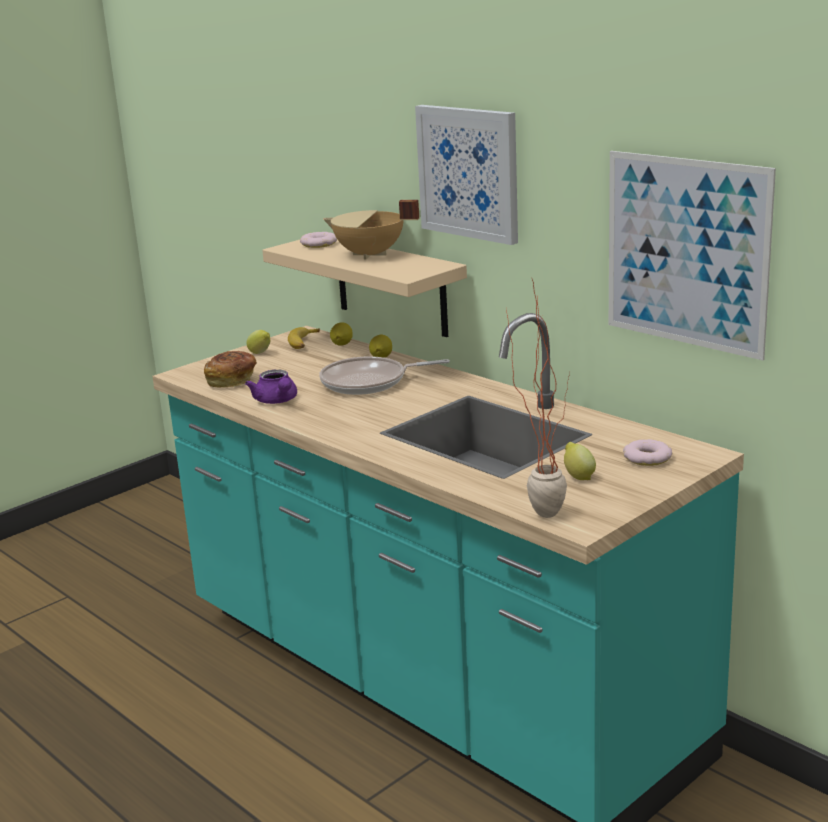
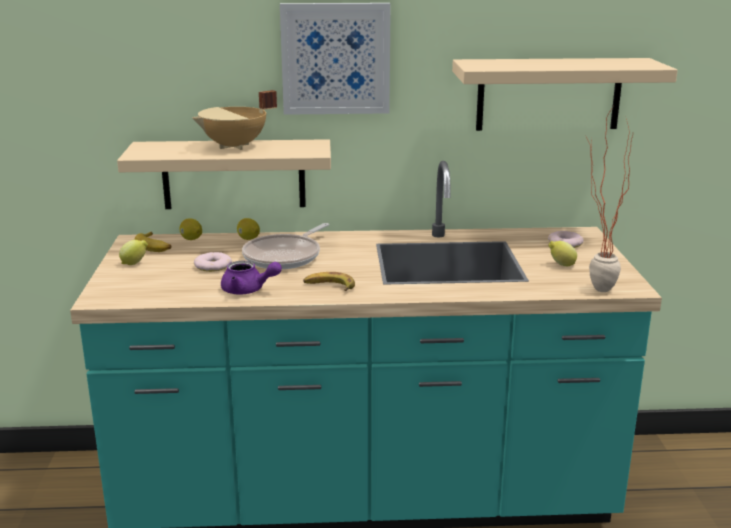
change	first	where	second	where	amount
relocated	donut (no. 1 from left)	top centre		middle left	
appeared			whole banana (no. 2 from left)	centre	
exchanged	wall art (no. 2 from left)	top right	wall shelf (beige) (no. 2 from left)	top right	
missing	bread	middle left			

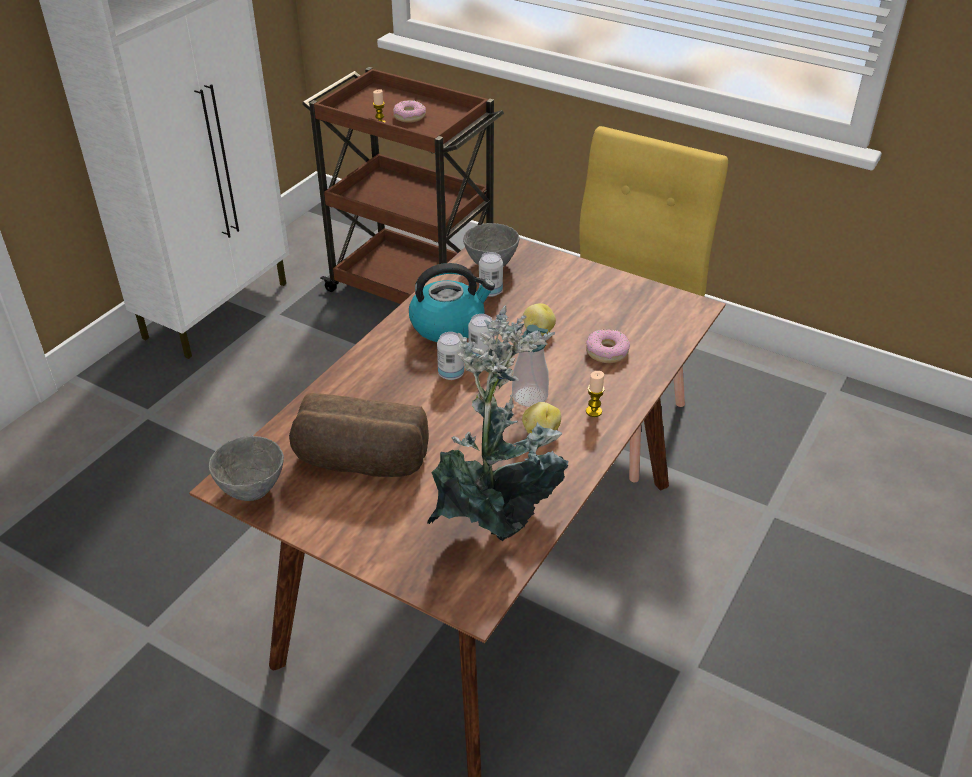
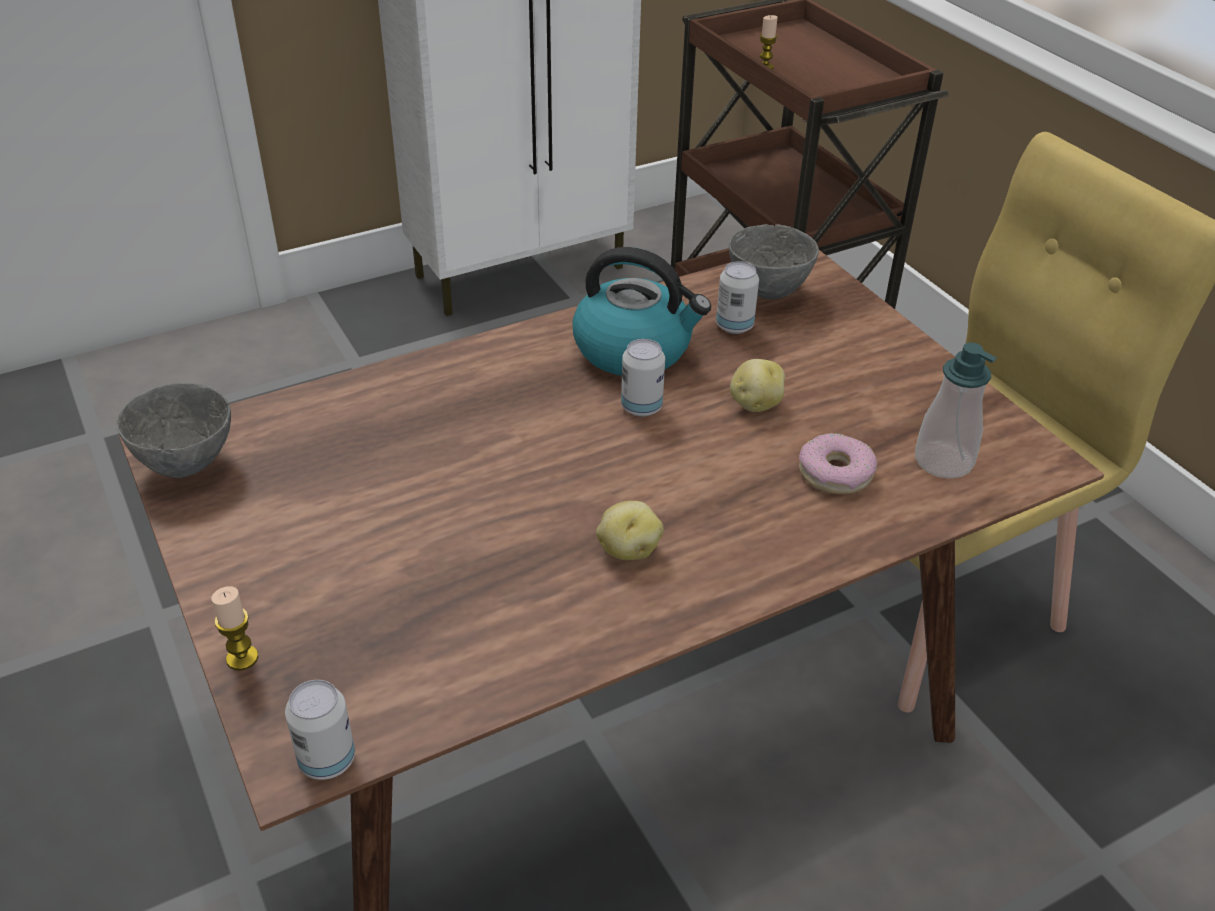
change	first	where	second	where	amount
relocated	wax light (no. 2 from left in the first image)	centre	wax light (no. 1 from left)	bottom left	
relocated	sealed can (no. 1 from left)	centre		bottom left	
relocated	soap bottle	centre		middle right	
missing	bread	centre			
missing	donut (no. 1 from left)	top centre			
missing	plant in a pot	centre			

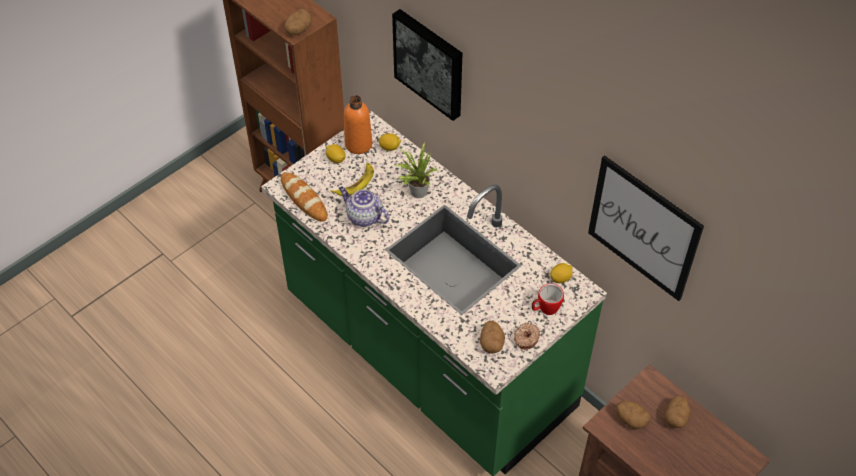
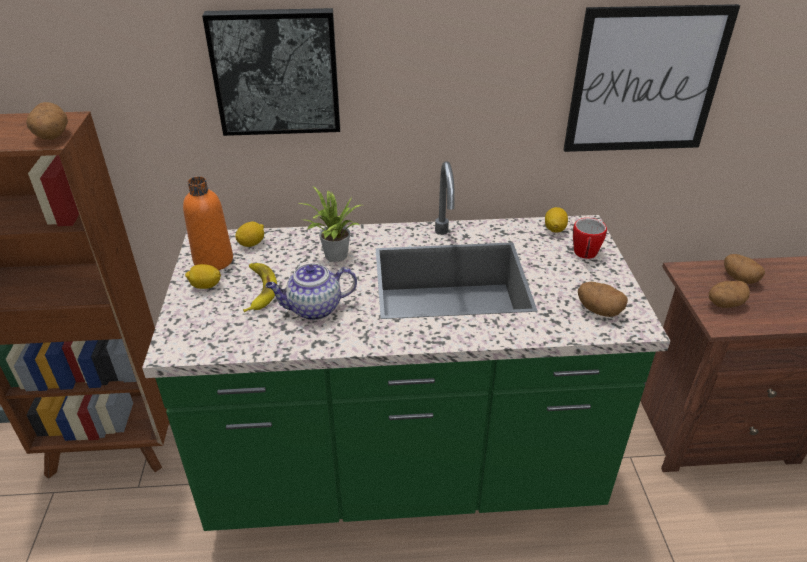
change	first	where	second	where	amount
missing	bread	centre			
missing	donut	bottom centre			

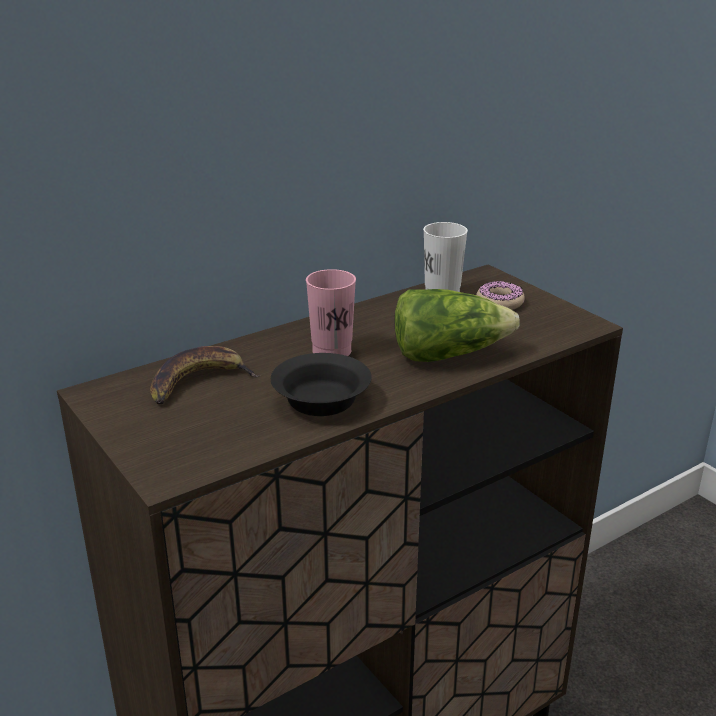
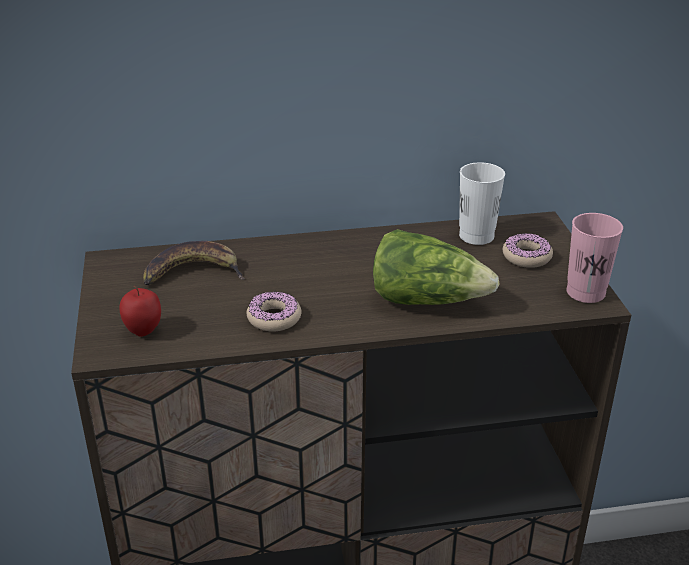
change	first	where	second	where	amount
appeared			apple	middle left	
exchanged	serving bowl (blackish)	centre	donut (no. 1 from left)	centre	
relocated	drinking cup (pink-coloured)	centre		middle right	

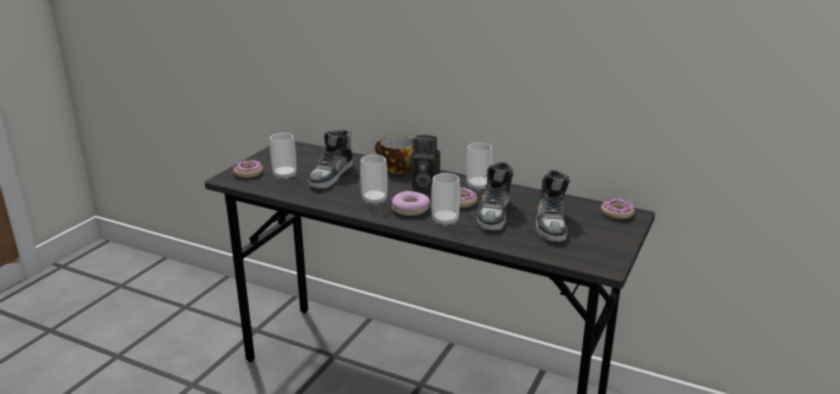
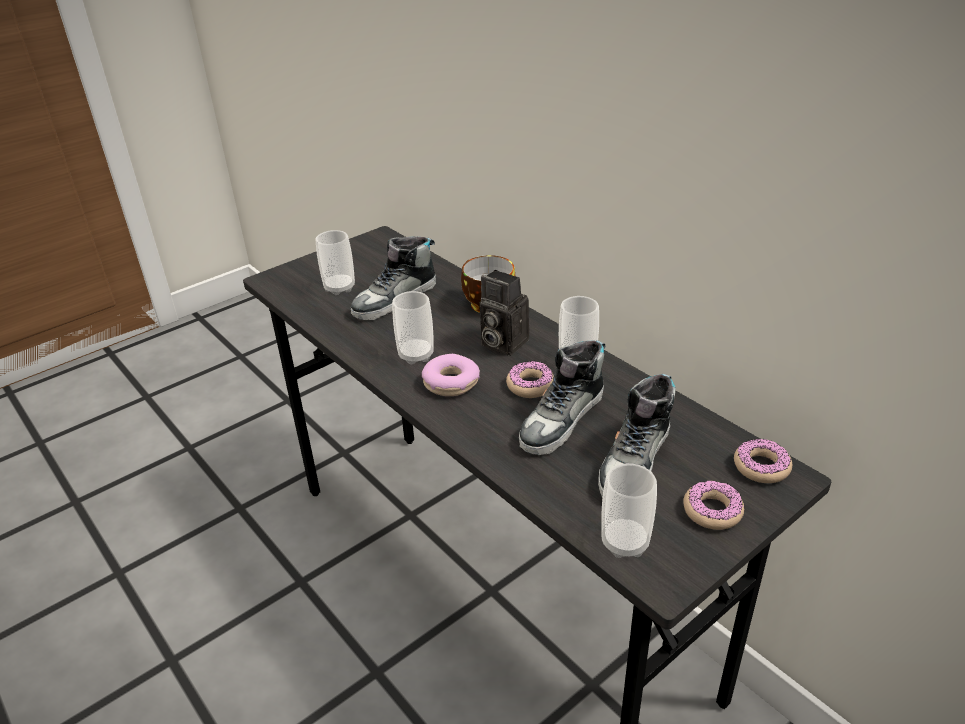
change	first	where	second	where	amount
relocated	drinking cup (no. 4 from left in the first image)	centre	drinking cup (no. 5 from left)	bottom centre	
relocated	donut (no. 1 from left in the first image)	middle left	donut (no. 3 from left)	bottom right	

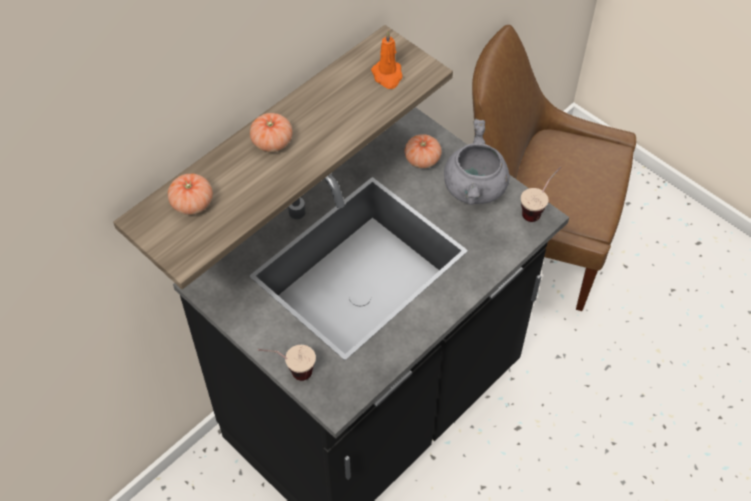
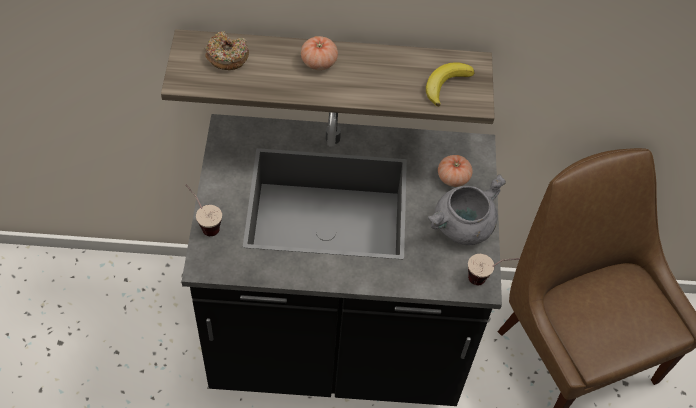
change	first	where	second	where	amount
exchanged	tomato (no. 1 from left)	middle left	donut	top left	
exchanged	wax light (orangey)	top centre	whole banana	top centre	

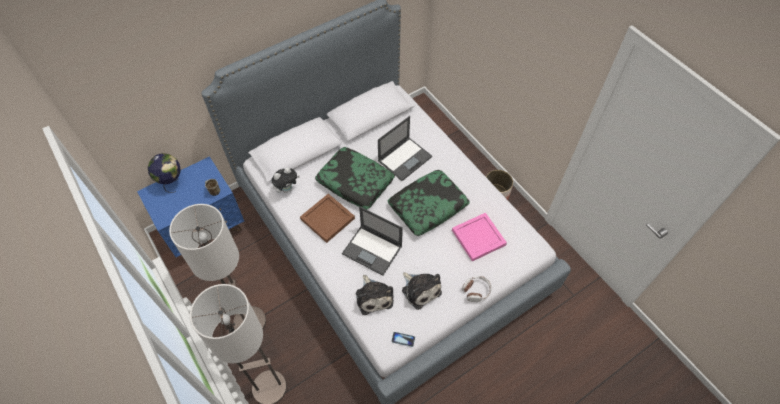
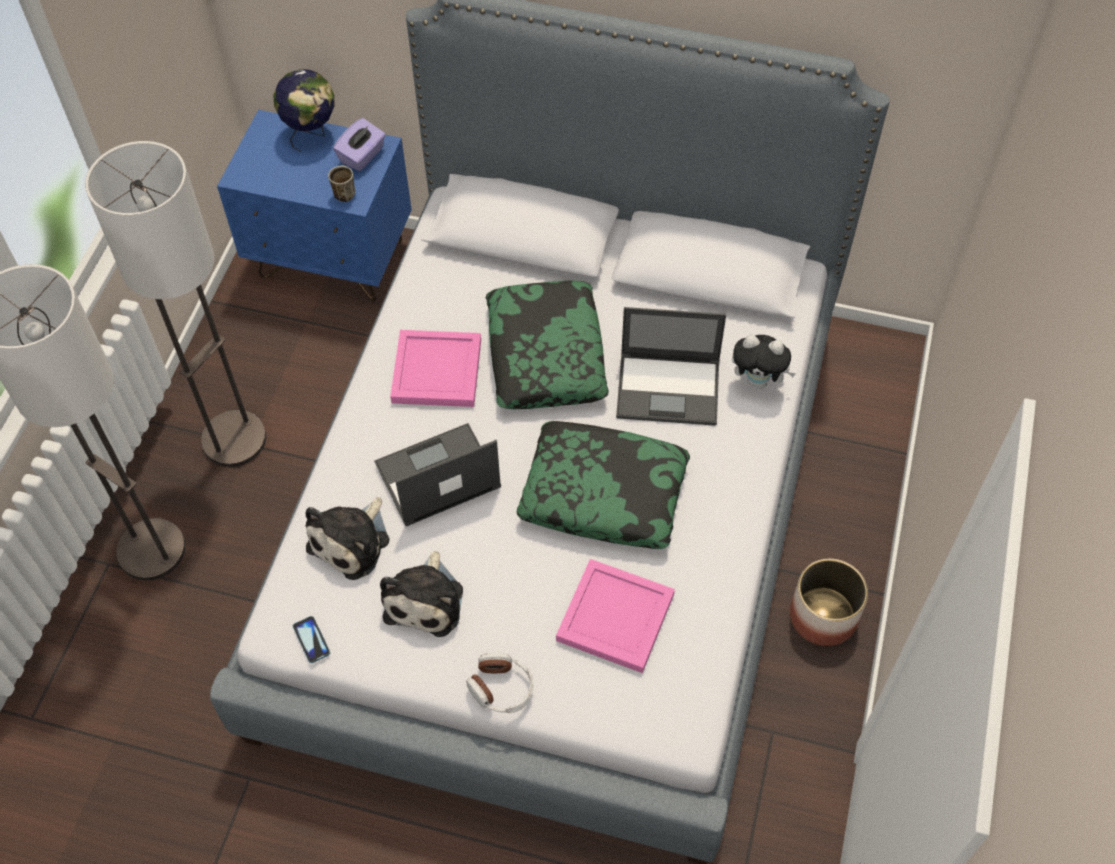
change	first	where	second	where	amount
appeared			tissue holder (purple-coloured)	top left	
spun	notebook computer (no. 1 from left)	centre		centre	75 degrees clockwise
colour	serving tray (brownish)	centre	serving tray (pink-coloured) (no. 1 from left)	centre	
relocated	plush toy (no. 1 from left in the first image)	centre	plush toy (no. 3 from left)	middle right	

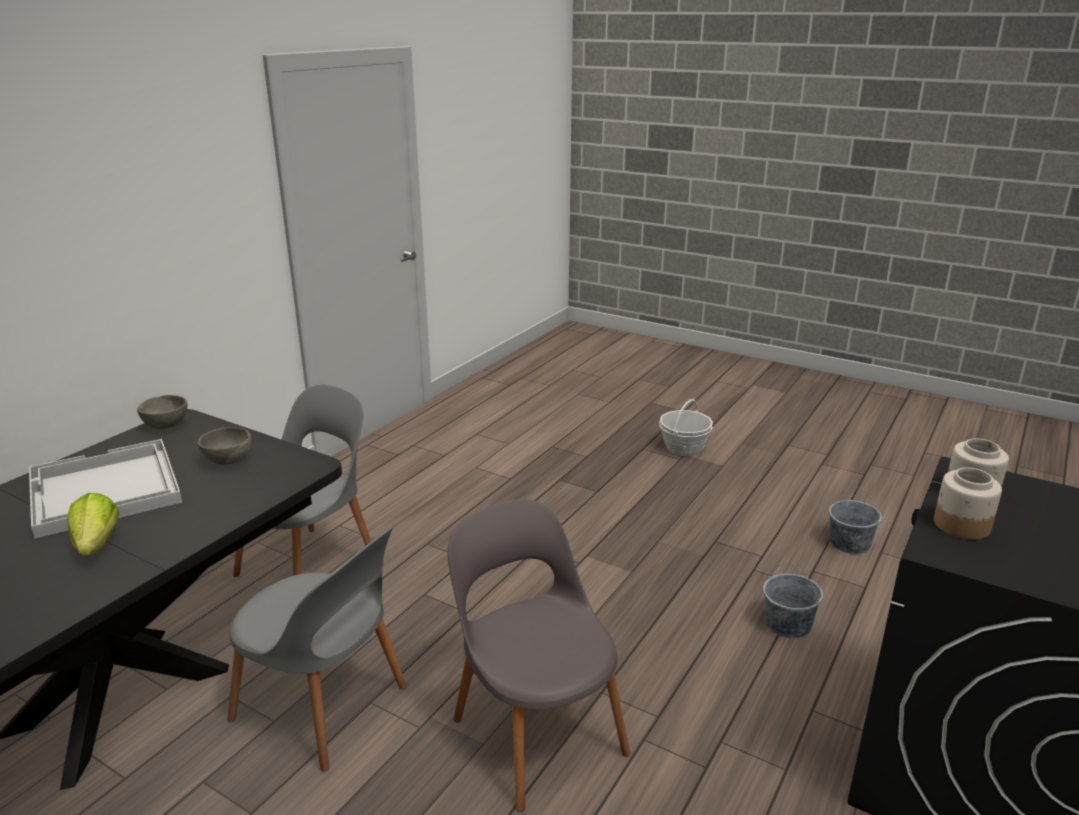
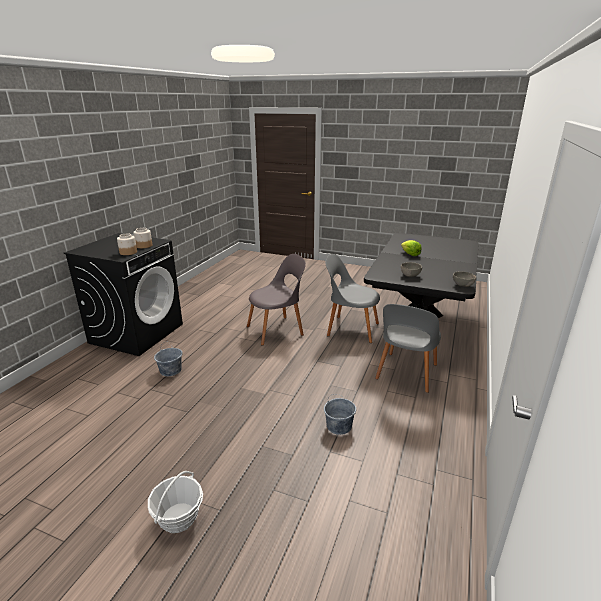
change	first	where	second	where	amount
spun	upright chair (greyish) (no. 3 from left in the first image)	bottom centre	upright chair (greyish) (no. 1 from left)	centre	75 degrees counterclockwise
relocated	bucket (greyish) (no. 2 from left)	middle right		bottom centre	
missing	serving tray (white-coloured)	middle left			

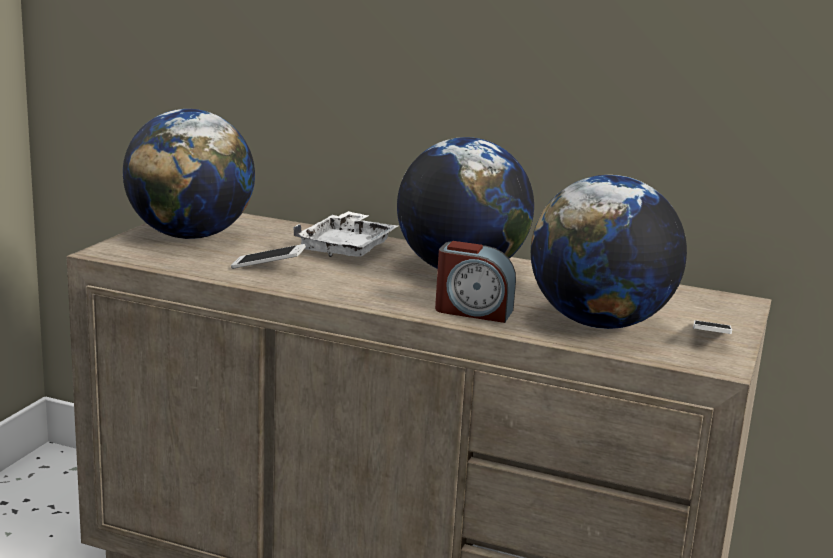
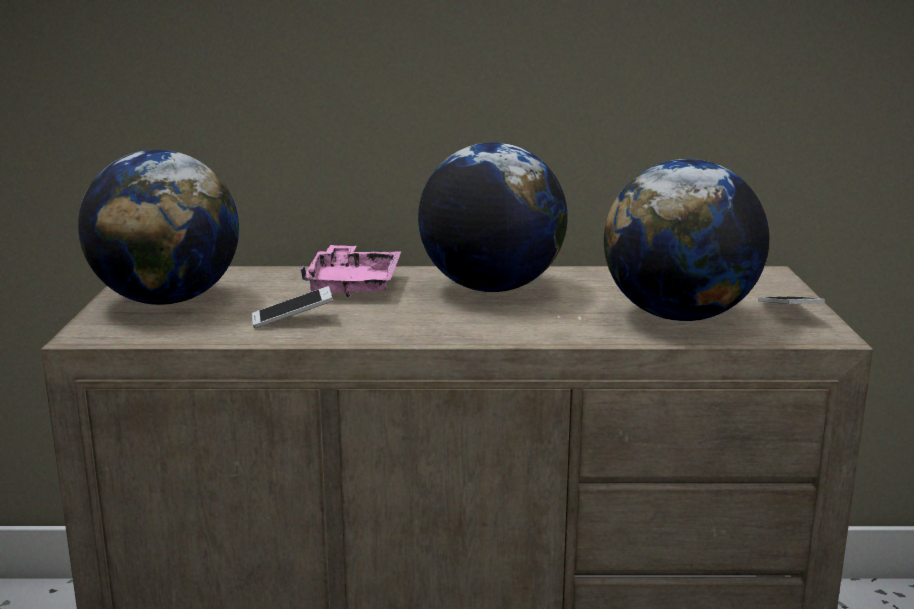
change	first	where	second	where	amount
colour	serving tray (white-coloured)	centre	serving tray (pink-coloured)	centre	
missing	bedside clock	centre			

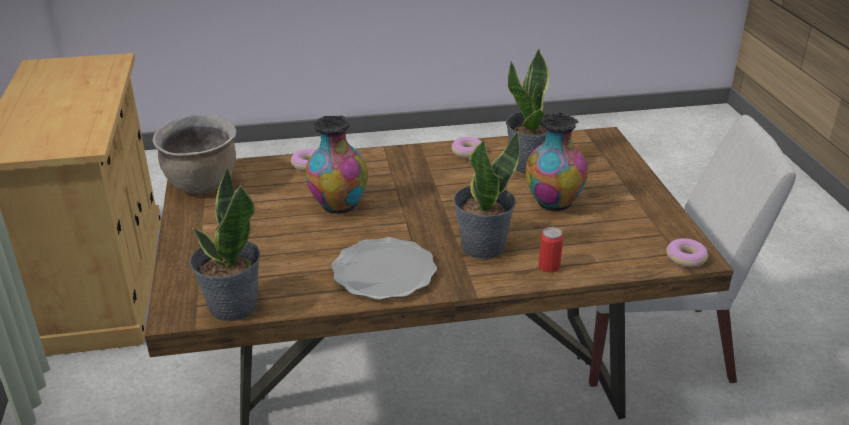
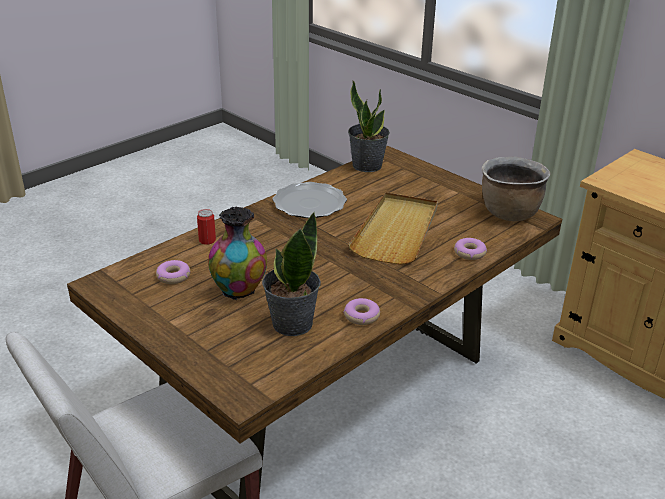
change	first	where	second	where	amount
relocated	donut (no. 3 from left in the first image)	middle right	donut (no. 1 from left)	middle left	
exchanged	decorative vase (no. 1 from left)	centre	serving tray (beige)	centre	
missing	plant in a pot (no. 2 from left)	centre			

